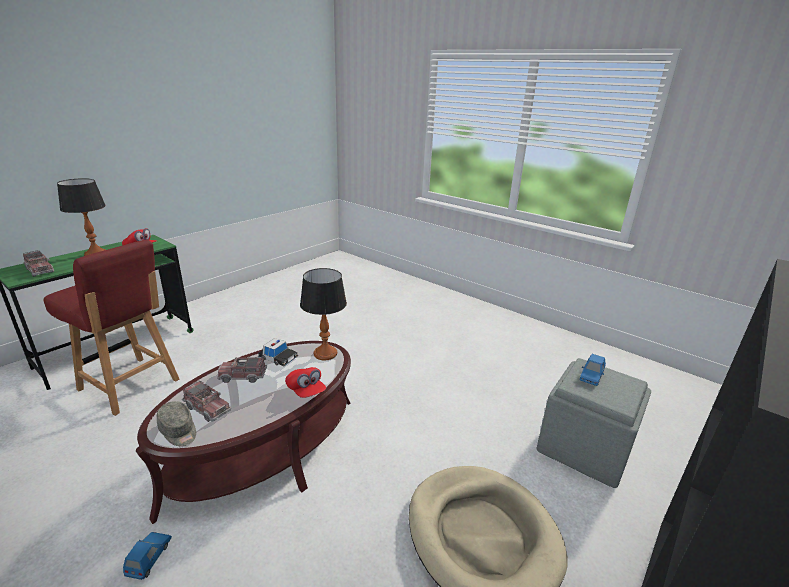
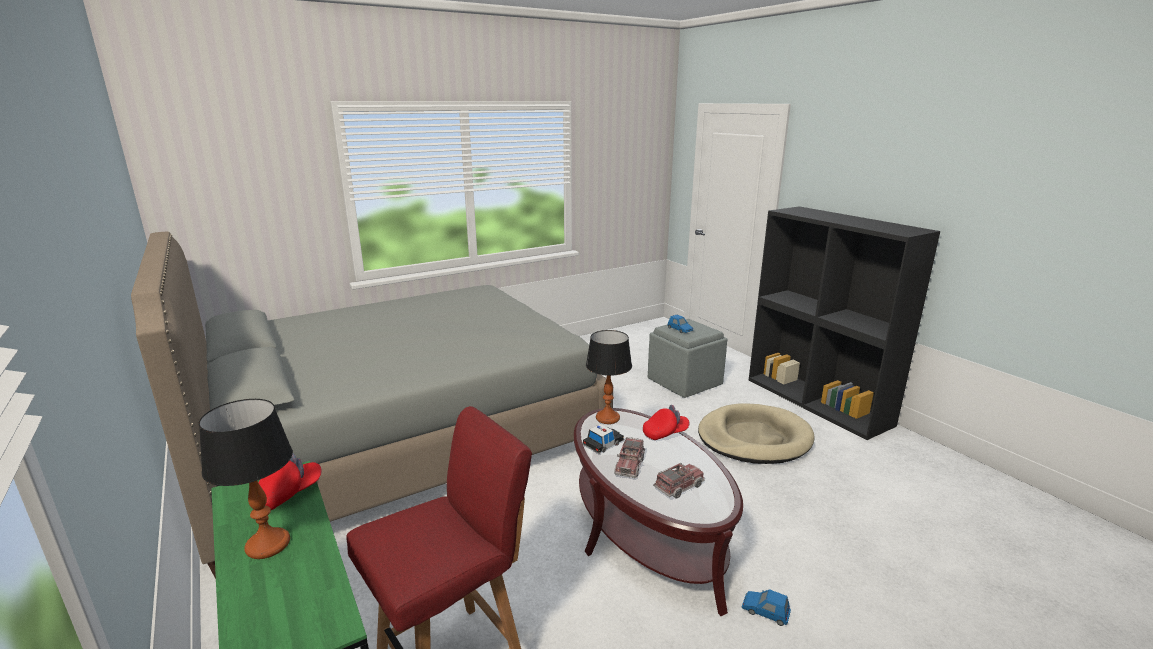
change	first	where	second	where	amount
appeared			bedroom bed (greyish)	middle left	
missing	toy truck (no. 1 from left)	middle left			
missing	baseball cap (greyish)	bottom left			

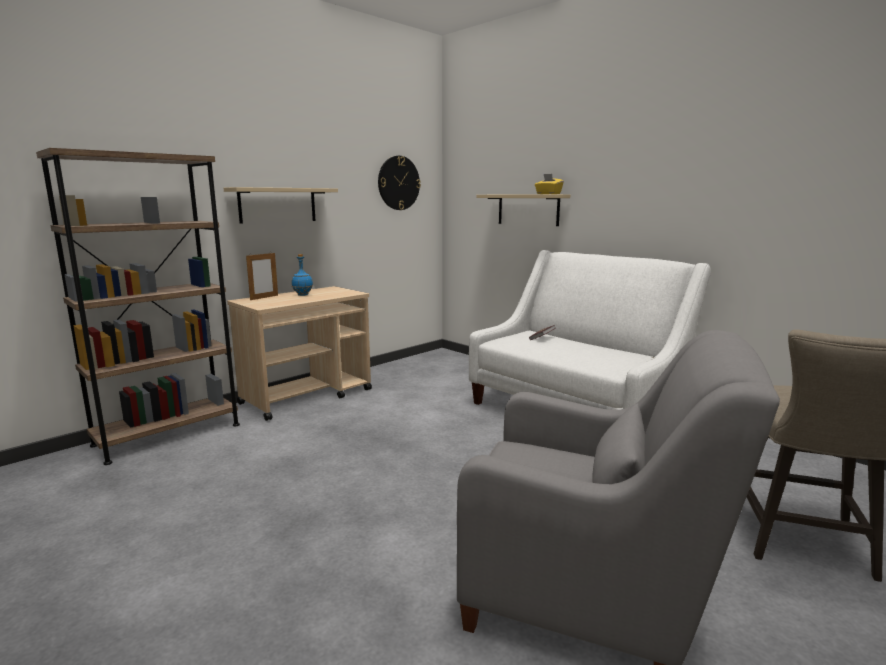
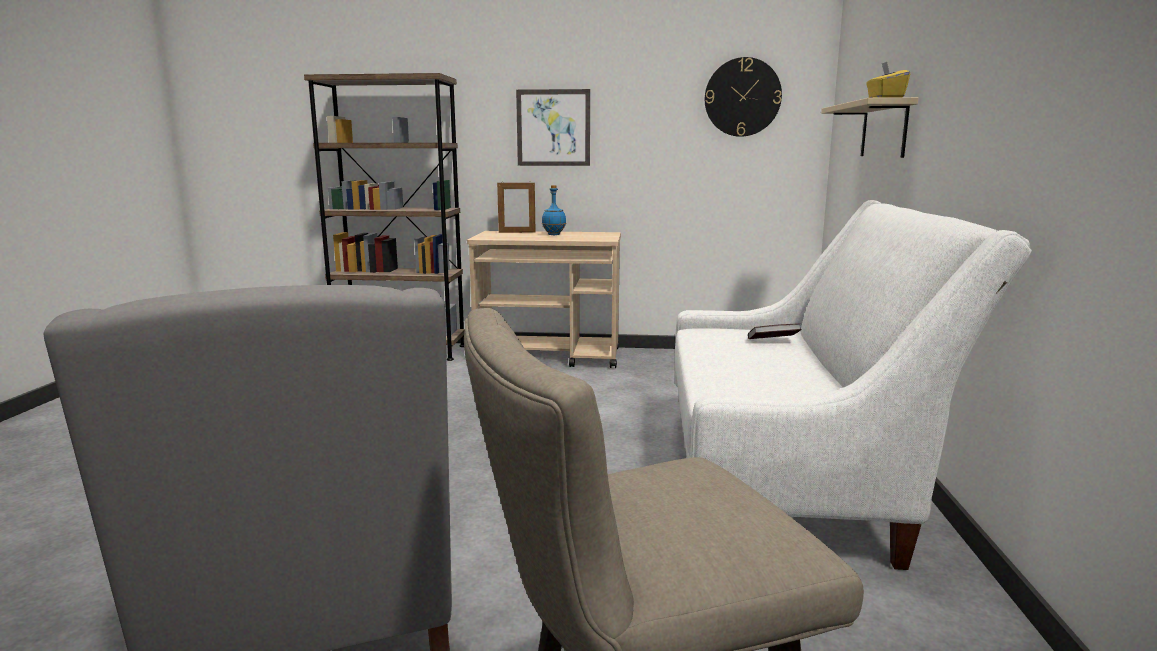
change	first	where	second	where	amount
exchanged	wall shelf (beige) (no. 1 from left)	top left	wall art	top centre	

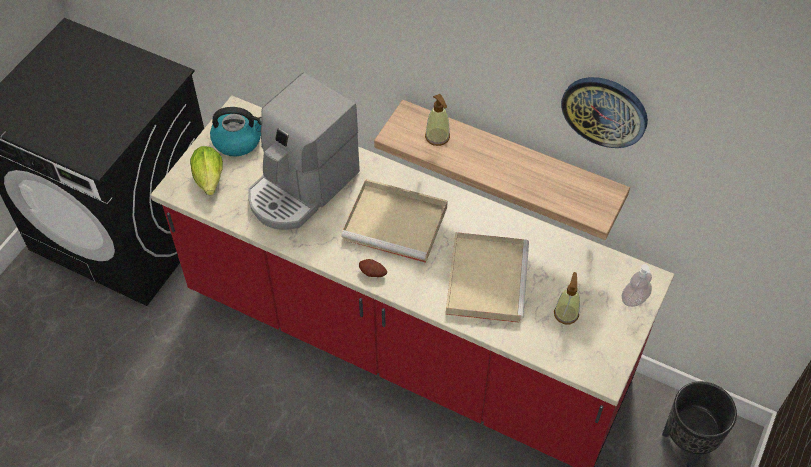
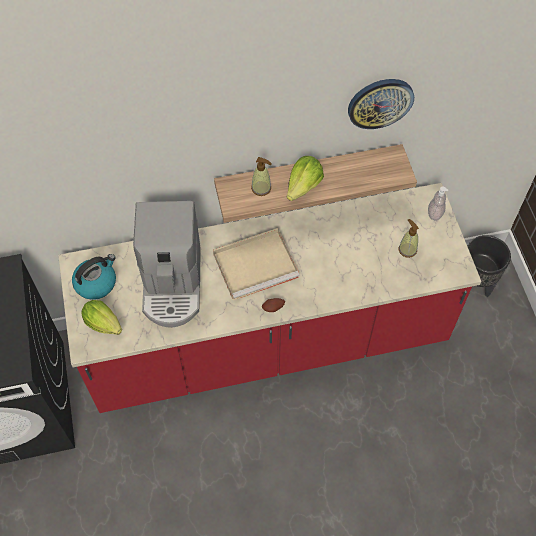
change	first	where	second	where	amount
appeared			lettuce head (no. 2 from left)	top centre	
missing	serving tray (beige) (no. 2 from left)	centre			

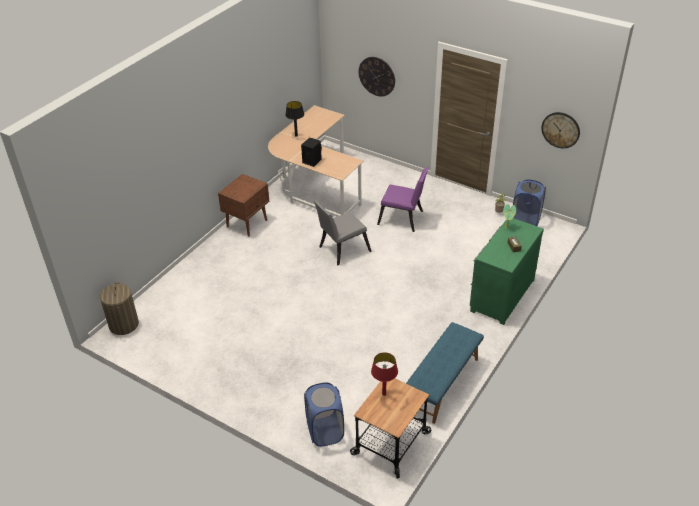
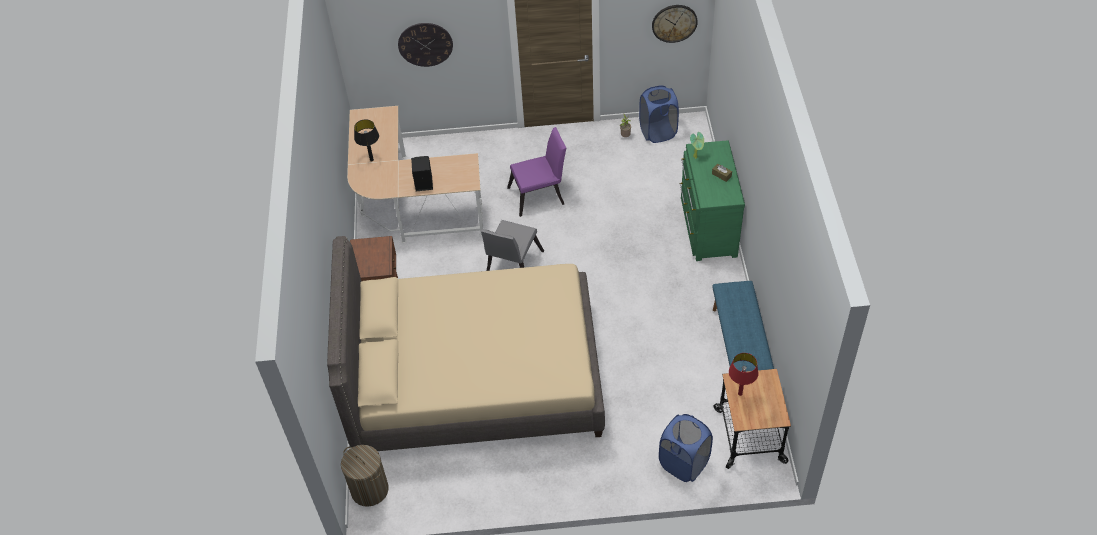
change	first	where	second	where	amount
appeared			bedroom bed (beige)	centre	

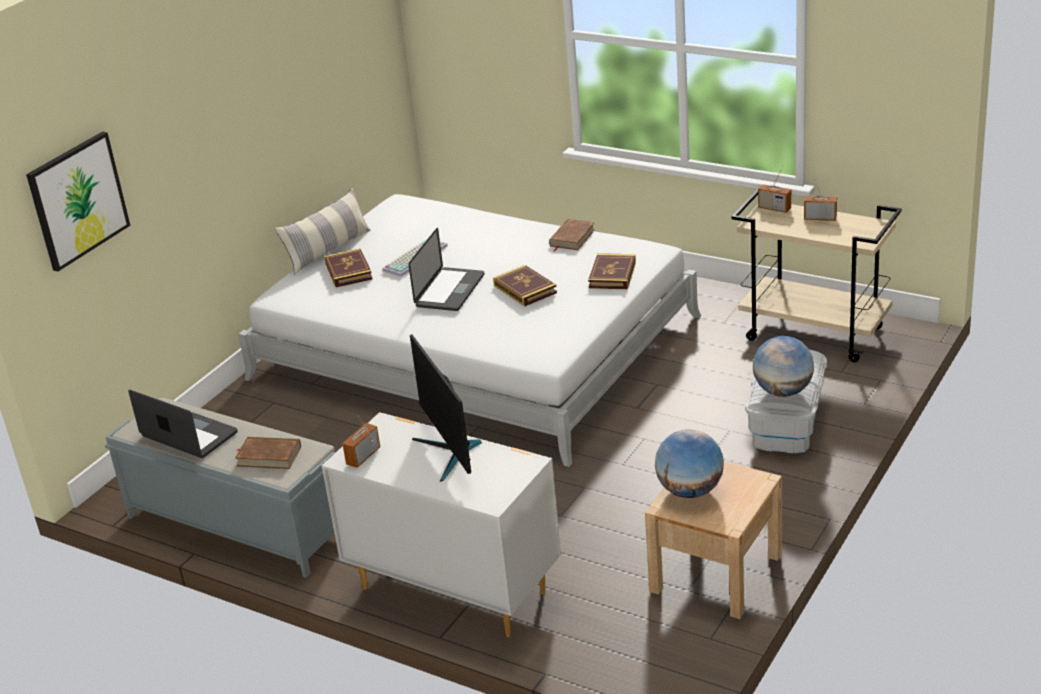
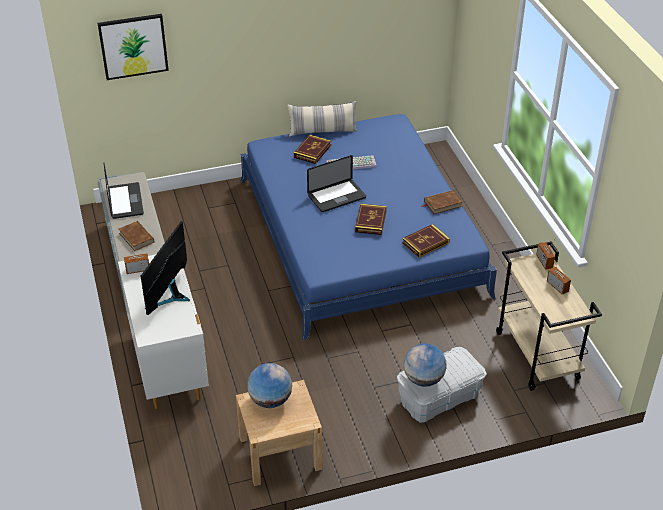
change	first	where	second	where	amount
colour	bedroom bed (white-coloured)	centre	bedroom bed (blue)	centre	

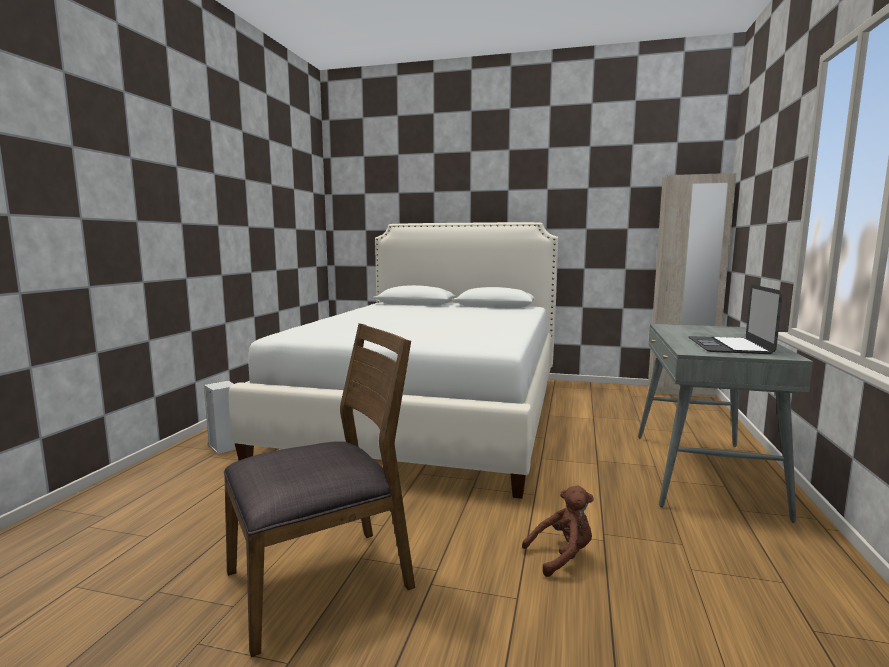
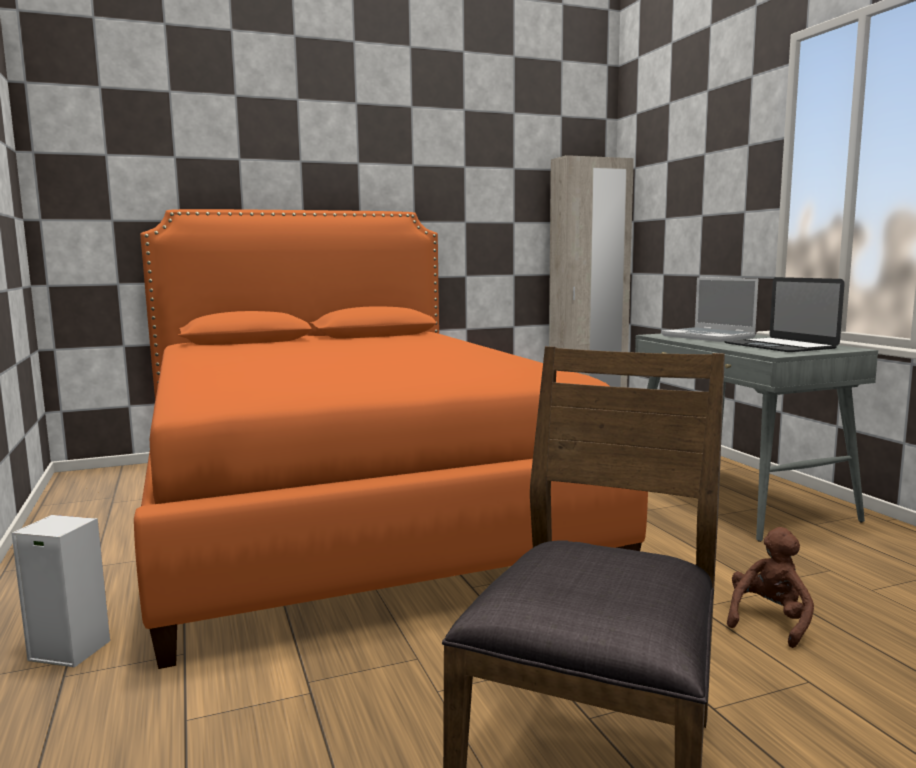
change	first	where	second	where	amount
colour	bedroom bed (white-coloured)	centre	bedroom bed (orangey)	centre	
appeared			notebook computer (no. 1 from left)	middle right	

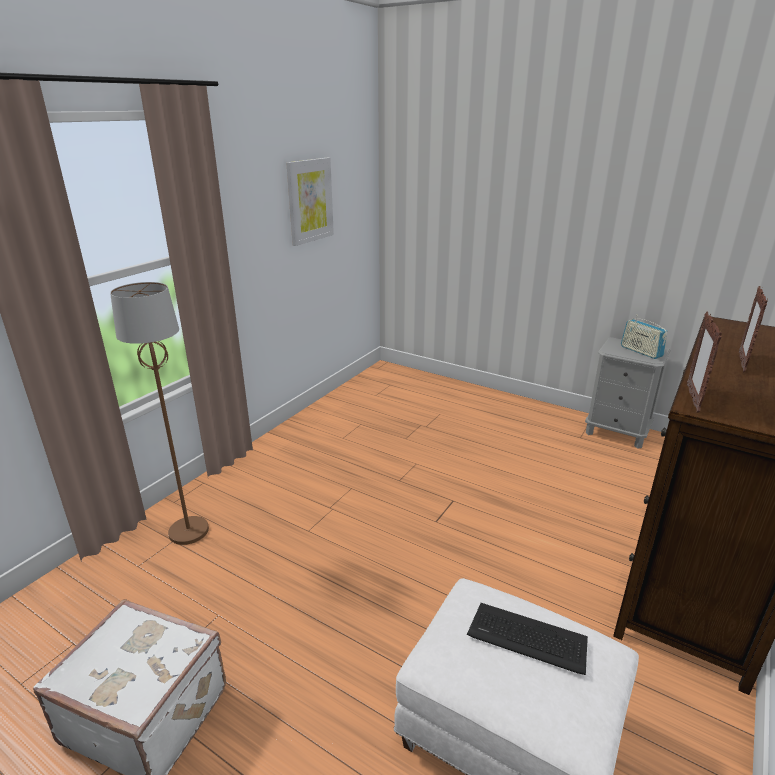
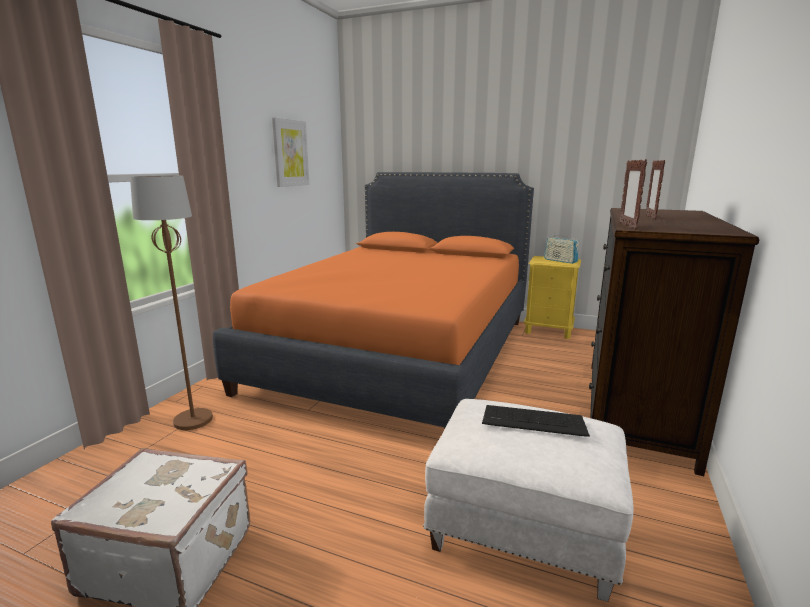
change	first	where	second	where	amount
appeared			bedroom bed (orangey)	centre	
colour	bedside table (greyish)	middle right	bedside table (yellow-coloured)	middle right	

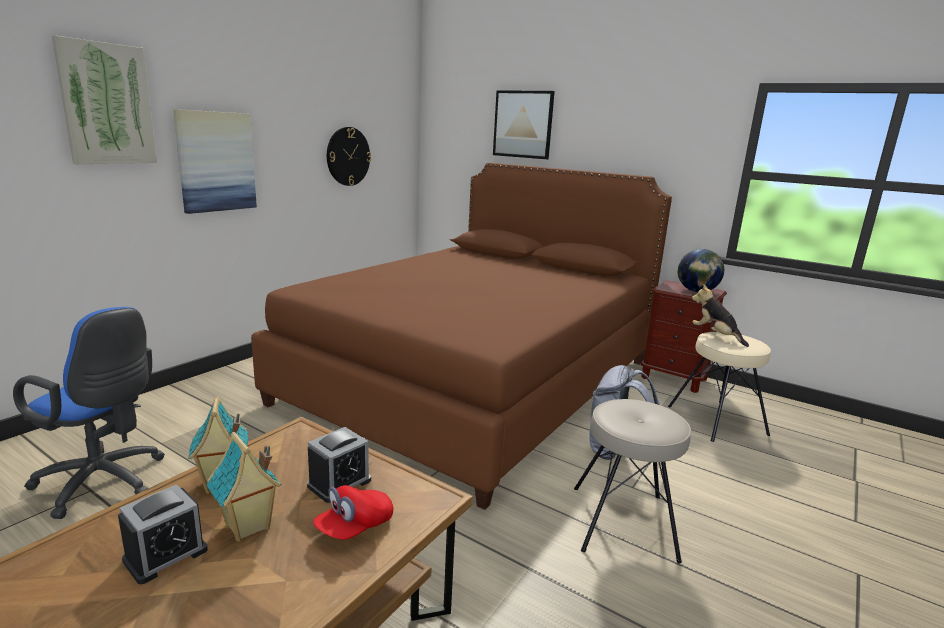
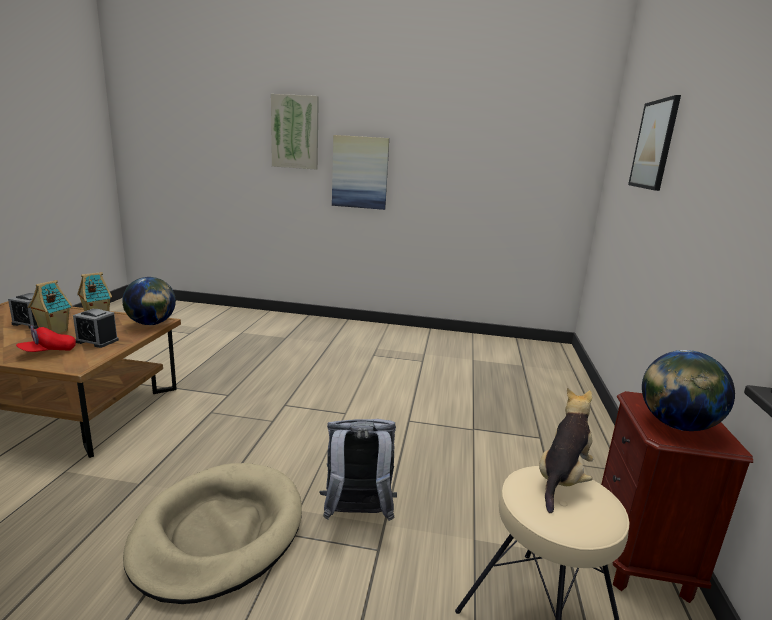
change	first	where	second	where	amount
spun	baseball cap (red)	bottom centre		middle left	60 degrees counterclockwise
appeared			globe (no. 1 from left)	middle left	
exchanged	stool (beige) (no. 1 from left)	bottom right	dog cushion (beige)	bottom left	
missing	desk chair (blue)	middle left			
missing	bedroom bed (brownish)	centre			
missing	clock on the wall	top centre			

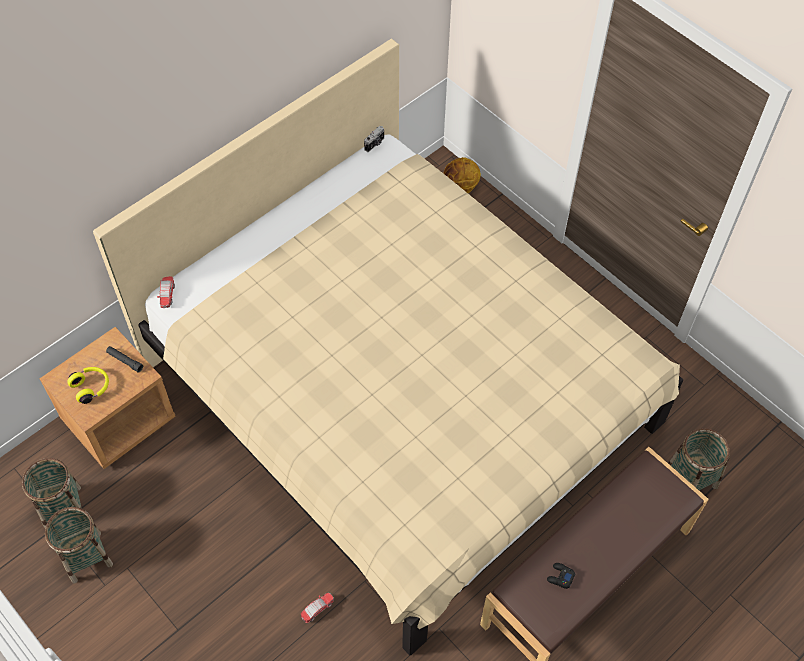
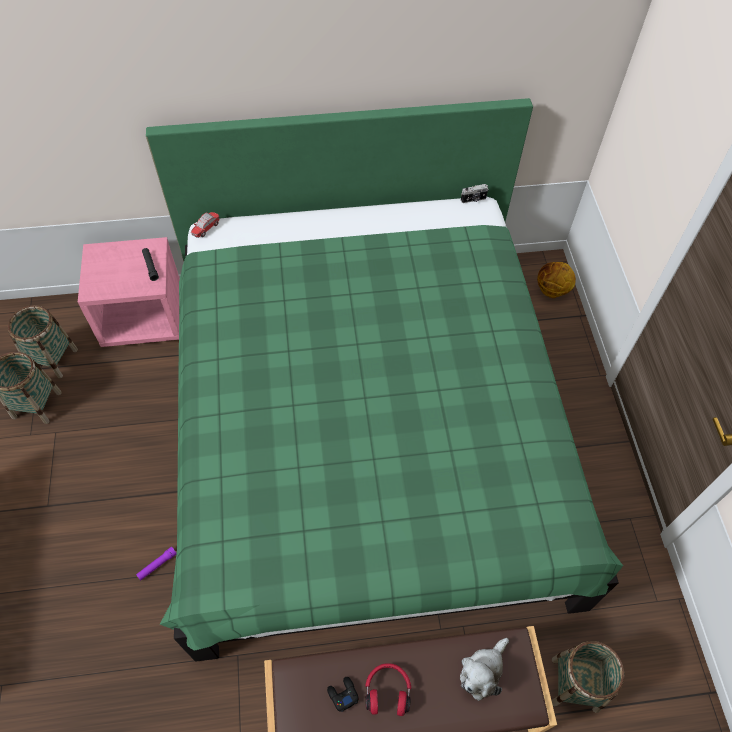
change	first	where	second	where	amount
colour	bedside table (brownish)	middle left	bedside table (pink-coloured)	middle left	
exchanged	model car (no. 2 from left)	bottom centre	hand torch (purple-coloured)	bottom left	
colour	bedroom bed (beige)	centre	bedroom bed (green-coloured)	centre	
appeared			headphones (red)	bottom centre	
appeared			plush toy	bottom centre	
missing	headphones (yellow-coloured)	middle left			

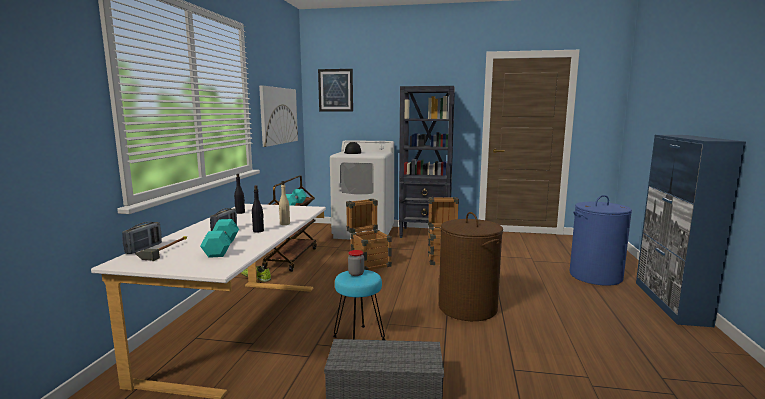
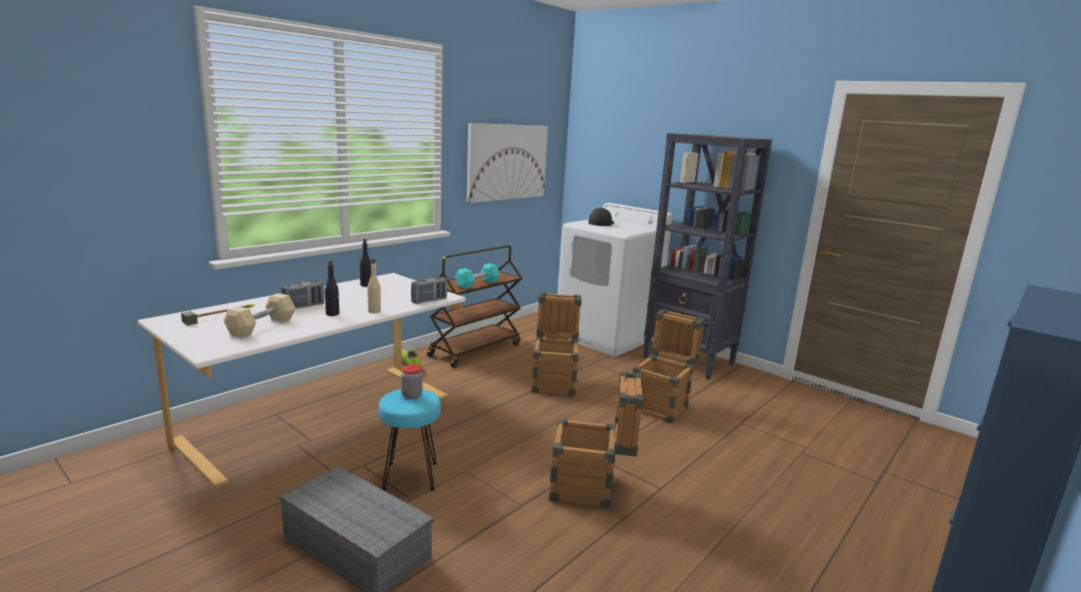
change	first	where	second	where	amount
colour	dumbbell (turquoise) (no. 1 from left)	middle left	dumbbell (beige)	middle left	
relocated	radio (no. 1 from left in the first image)	middle left	radio (no. 2 from left)	centre	
exchanged	washing basket (brownish)	bottom centre	crate (no. 2 from left)	bottom centre	
missing	wall art (no. 2 from left)	top centre			
missing	washing basket (blue)	middle right			

